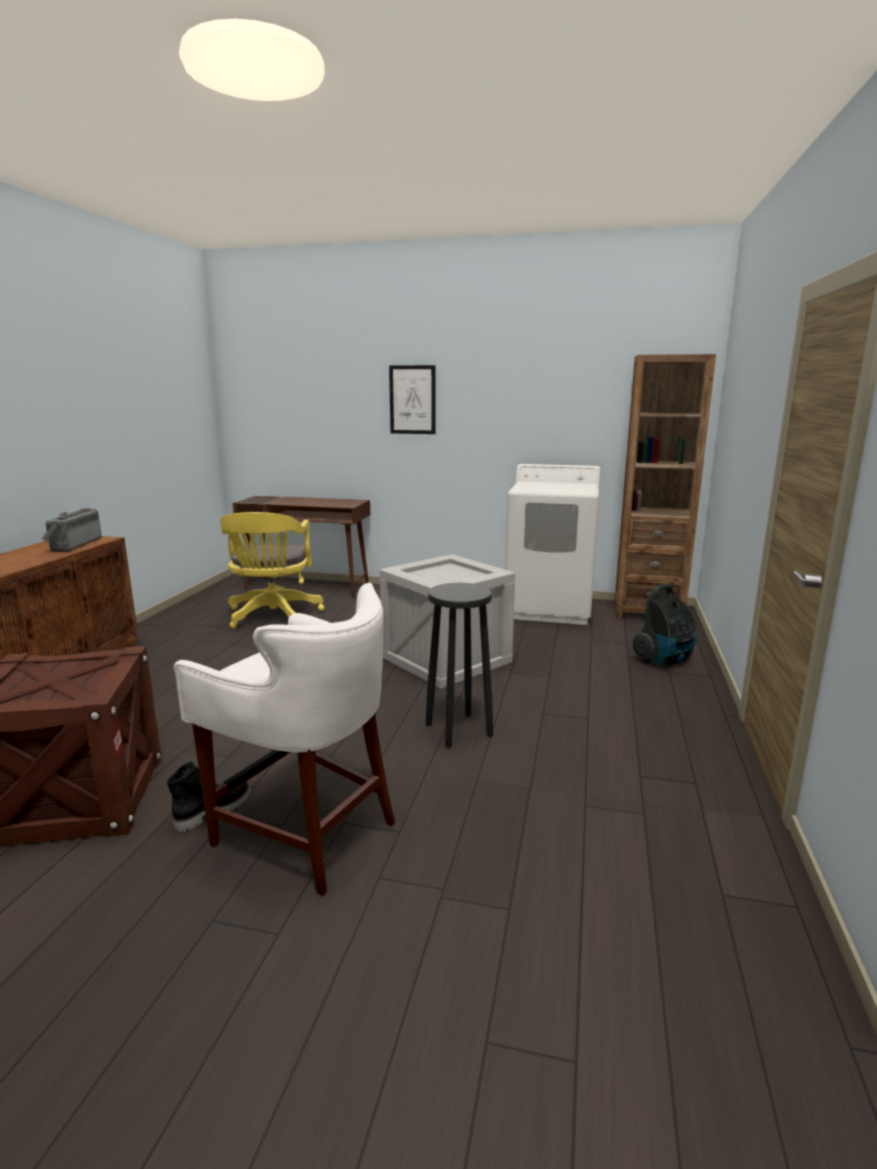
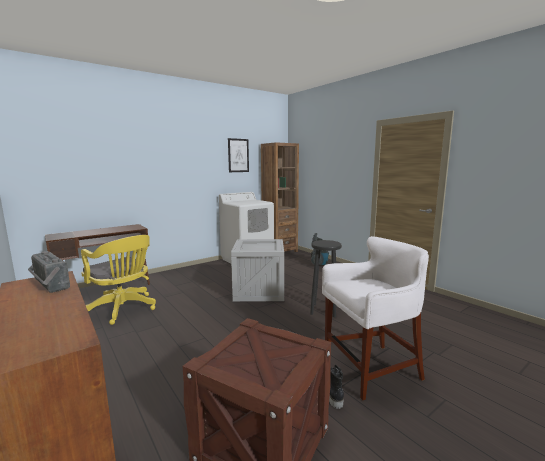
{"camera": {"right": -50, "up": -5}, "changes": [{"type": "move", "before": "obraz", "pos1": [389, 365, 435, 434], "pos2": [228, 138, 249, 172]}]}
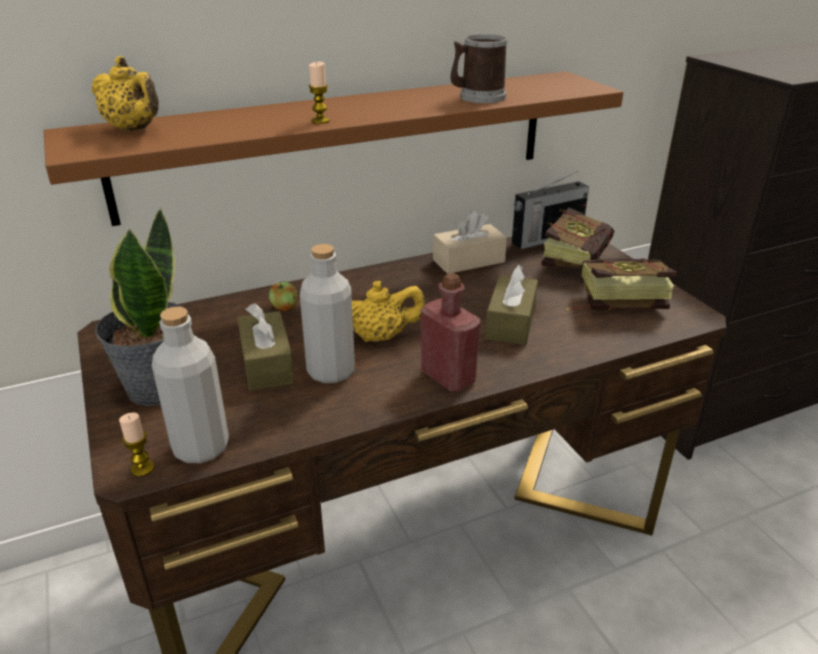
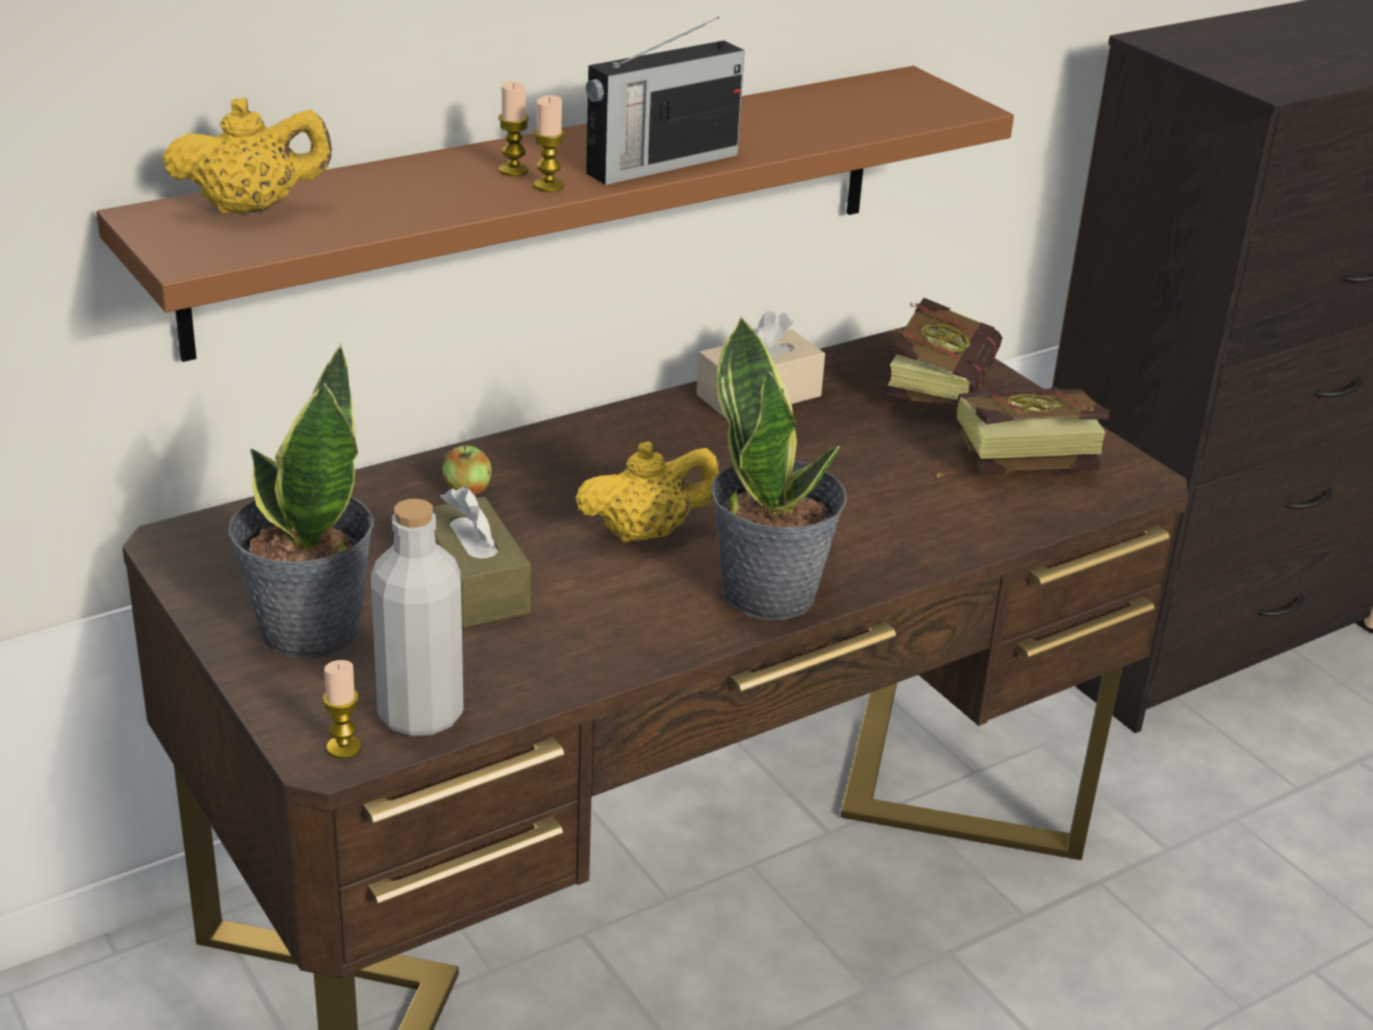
{"camera": {"right": -10, "up": 0}, "changes": [{"type": "delete", "before": "butelka (szary)", "pos1": [300, 244, 355, 384]}, {"type": "delete", "before": "kubek", "pos1": [451, 34, 507, 103]}, {"type": "delete", "before": "pudełko chusteczek (brązowy)", "pos1": [485, 265, 538, 345]}, {"type": "insert", "after": "świeca", "pos2": [498, 81, 529, 176]}, {"type": "move", "before": "radio", "pos1": [512, 171, 589, 249], "pos2": [586, 17, 745, 185]}, {"type": "replace", "before": "butelka (czerwony)", "after": "roślina doniczkowa", "pos1": [421, 273, 480, 392], "pos2": [711, 315, 847, 620]}, {"type": "rotate", "before": "imbryk (żółty)", "pos1": [92, 56, 159, 131], "pos2": [162, 98, 332, 215], "turn": -45}]}
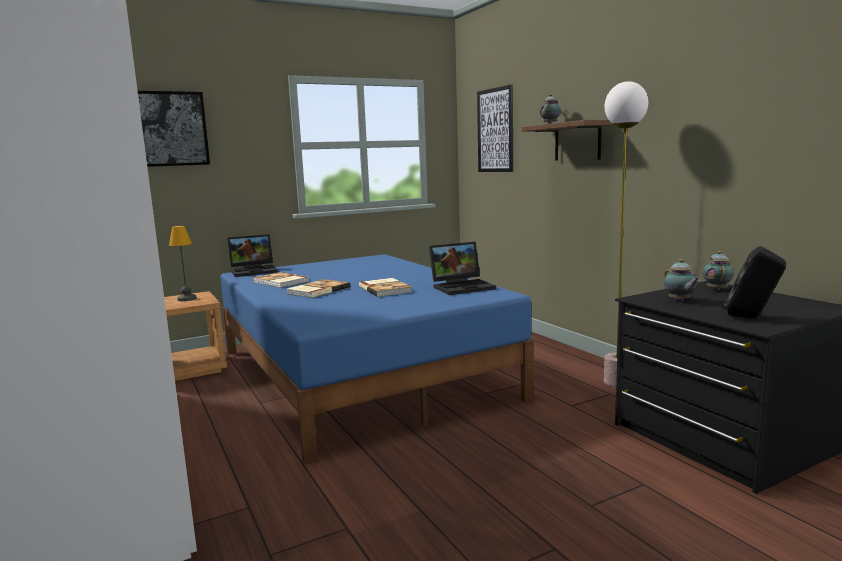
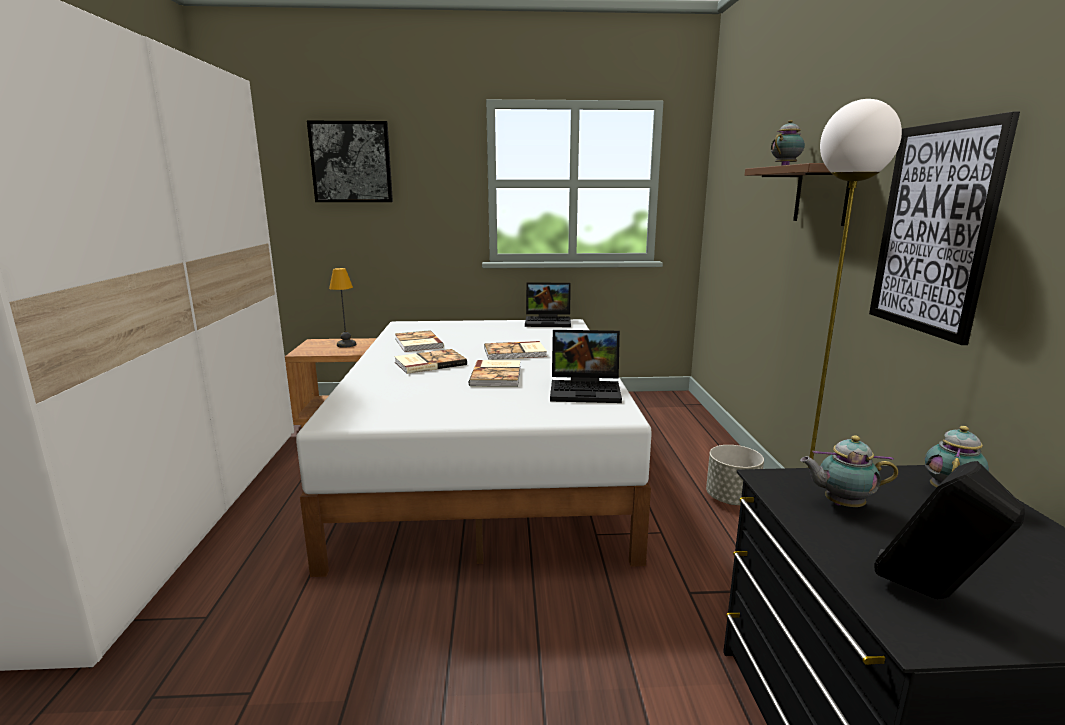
{"camera": {"right": 25, "up": 5}, "changes": [{"type": "insert", "after": "książka", "pos2": [484, 341, 547, 360]}, {"type": "insert", "after": "donica (szary)", "pos2": [706, 445, 764, 505]}, {"type": "move", "before": "laptop", "pos1": [227, 234, 278, 277], "pos2": [525, 282, 571, 327]}, {"type": "move", "before": "obraz", "pos1": [477, 84, 513, 172], "pos2": [869, 112, 1020, 345]}, {"type": "recolor", "before": "łóżko (niebieski)", "after": "łóżko (biały)", "pos1": [221, 254, 534, 465], "pos2": [296, 319, 652, 577]}, {"type": "rotate", "before": "imbryk", "pos1": [664, 259, 700, 301], "pos2": [800, 435, 898, 507], "turn": 90}]}
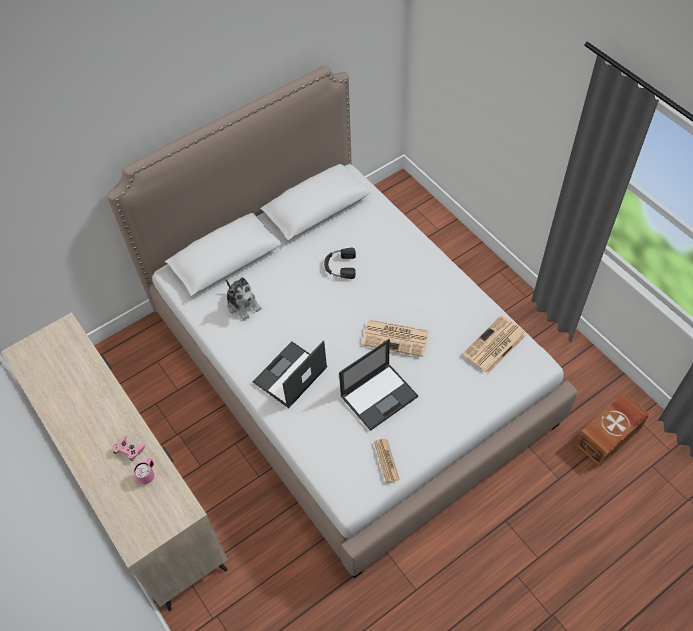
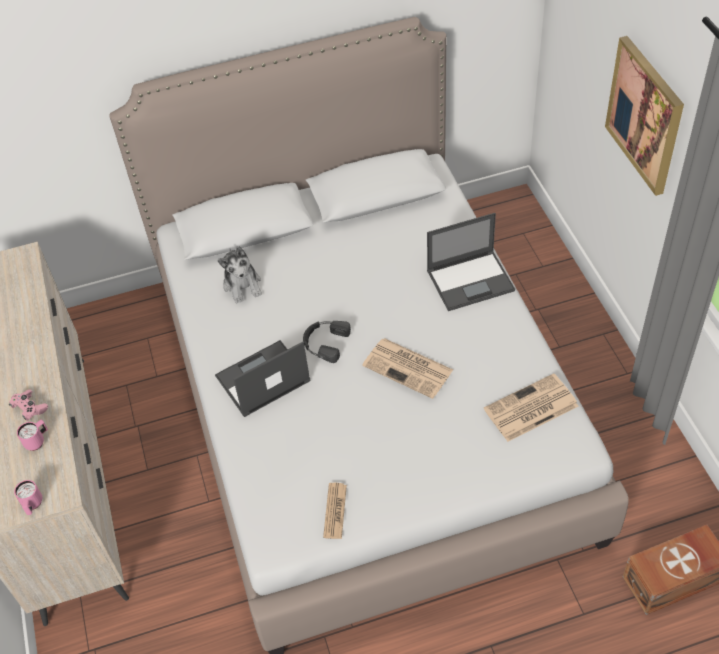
{"camera": {"right": 20, "up": -5}, "changes": [{"type": "insert", "after": "kubek (różowy)", "pos2": [14, 480, 42, 515]}, {"type": "insert", "after": "obraz", "pos2": [605, 36, 684, 196]}, {"type": "move", "before": "słuchawki (czarny)", "pos1": [324, 248, 356, 279], "pos2": [303, 321, 351, 363]}, {"type": "move", "before": "laptop", "pos1": [339, 339, 418, 431], "pos2": [427, 213, 515, 311]}]}
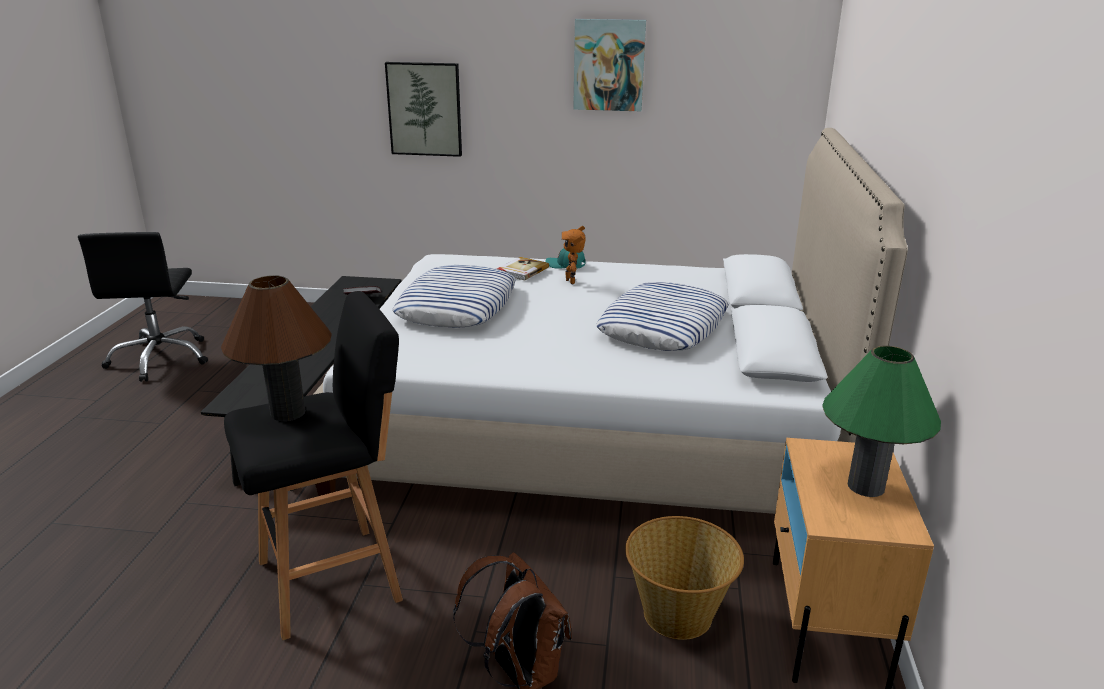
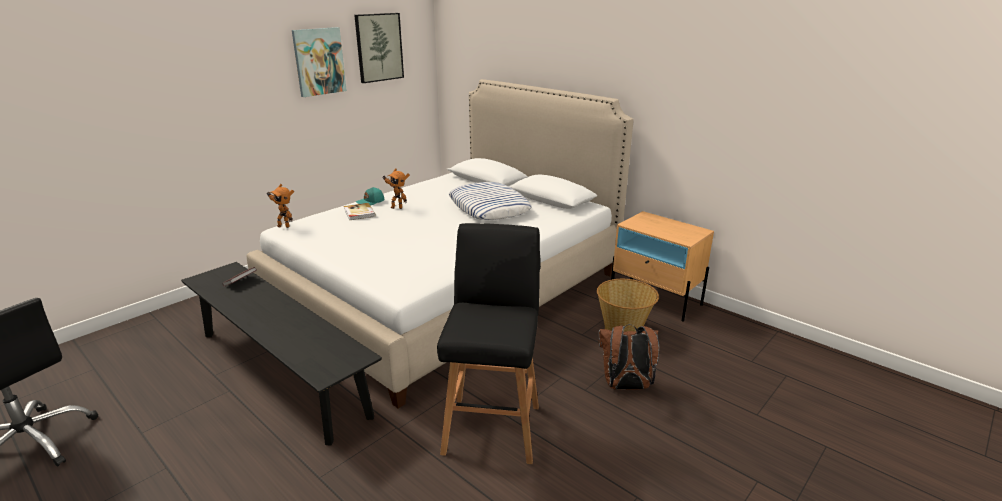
{"camera": {"right": -55, "up": 0}, "changes": [{"type": "delete", "before": "lampa stołowa (brązowy)", "pos1": [221, 275, 332, 421]}, {"type": "delete", "before": "poduszka", "pos1": [392, 265, 516, 328]}, {"type": "delete", "before": "lampa stołowa (zielony)", "pos1": [822, 346, 941, 497]}, {"type": "insert", "after": "robot zabawkowy", "pos2": [268, 184, 294, 228]}, {"type": "move", "before": "obraz", "pos1": [385, 62, 462, 157], "pos2": [354, 13, 404, 83]}]}
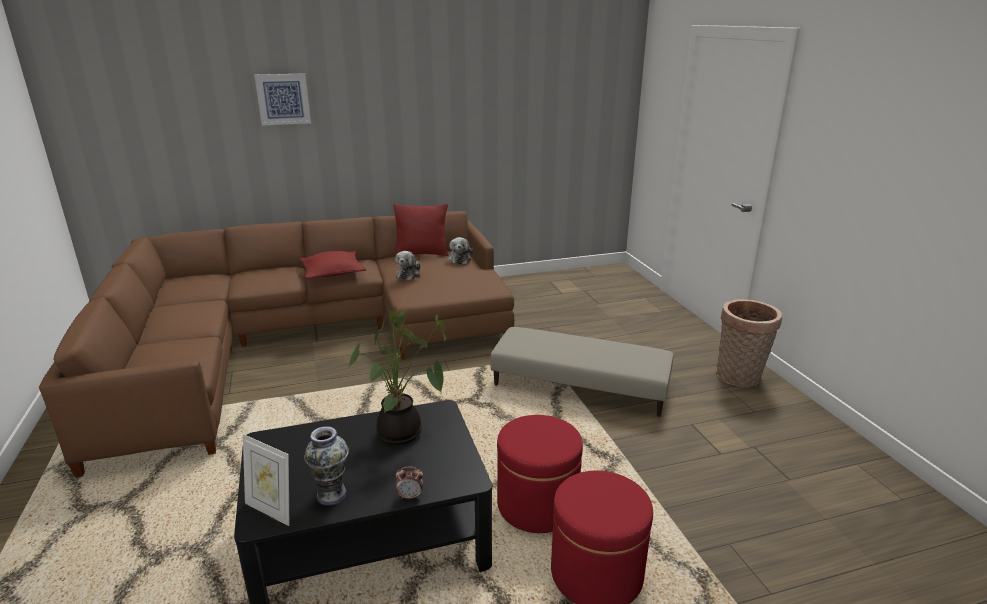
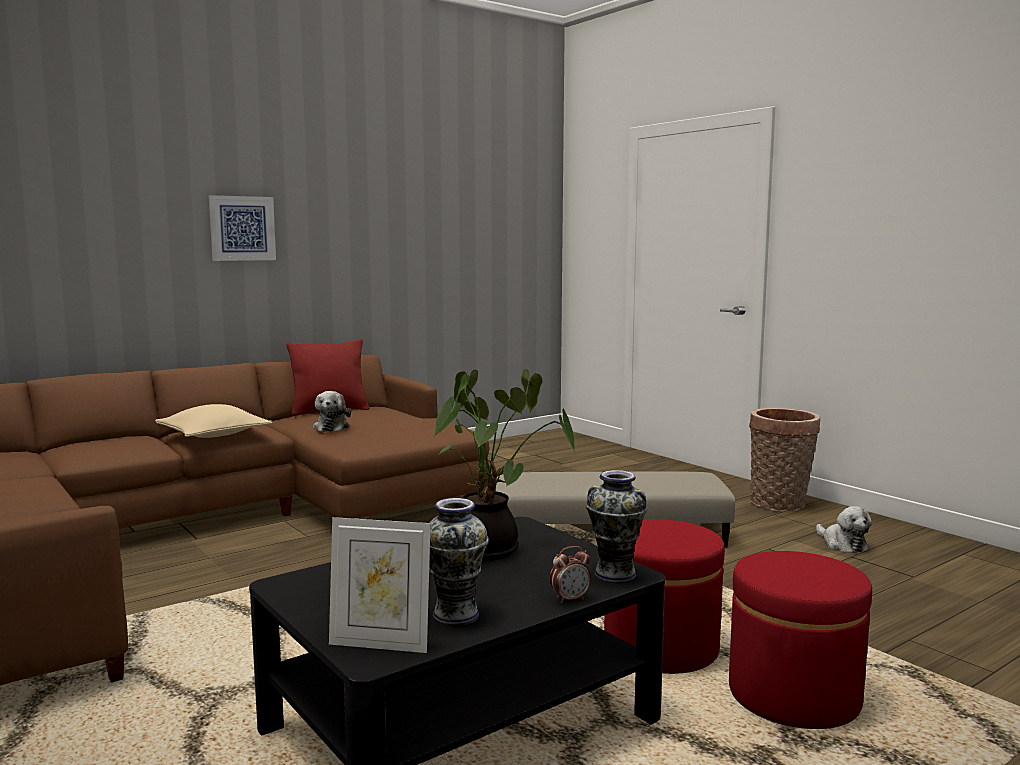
{"camera": {"right": -20, "up": -15}, "changes": [{"type": "insert", "after": "wazon", "pos2": [586, 470, 647, 583]}, {"type": "move", "before": "obraz", "pos1": [254, 73, 311, 126], "pos2": [209, 195, 276, 261]}, {"type": "move", "before": "pluszak", "pos1": [448, 237, 473, 264], "pos2": [816, 506, 872, 553]}, {"type": "recolor", "before": "poduszka (czerwony)", "after": "poduszka (beżowy)", "pos1": [299, 251, 366, 279], "pos2": [155, 404, 272, 438]}]}
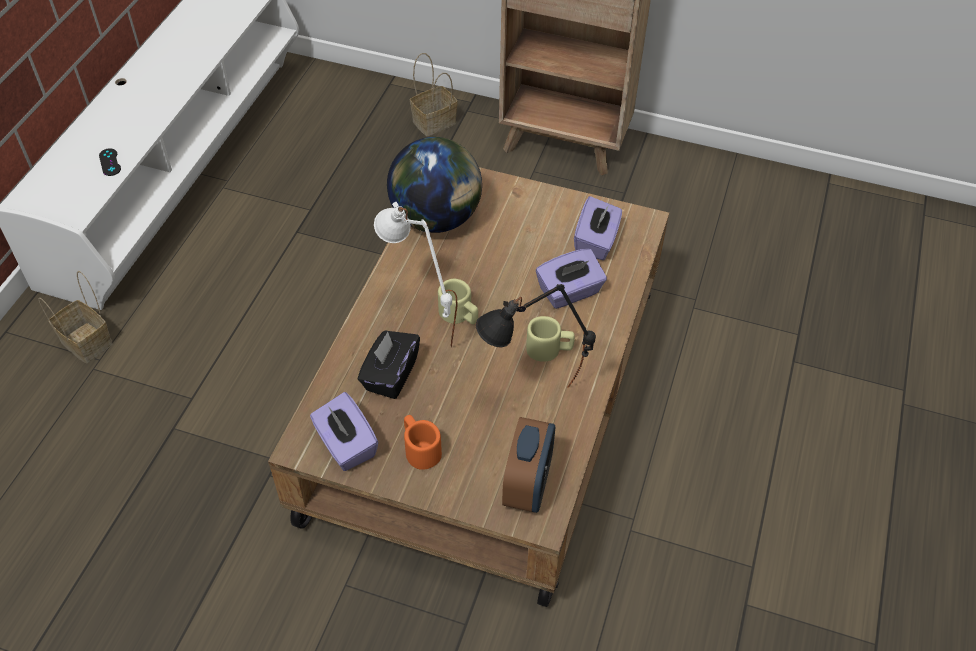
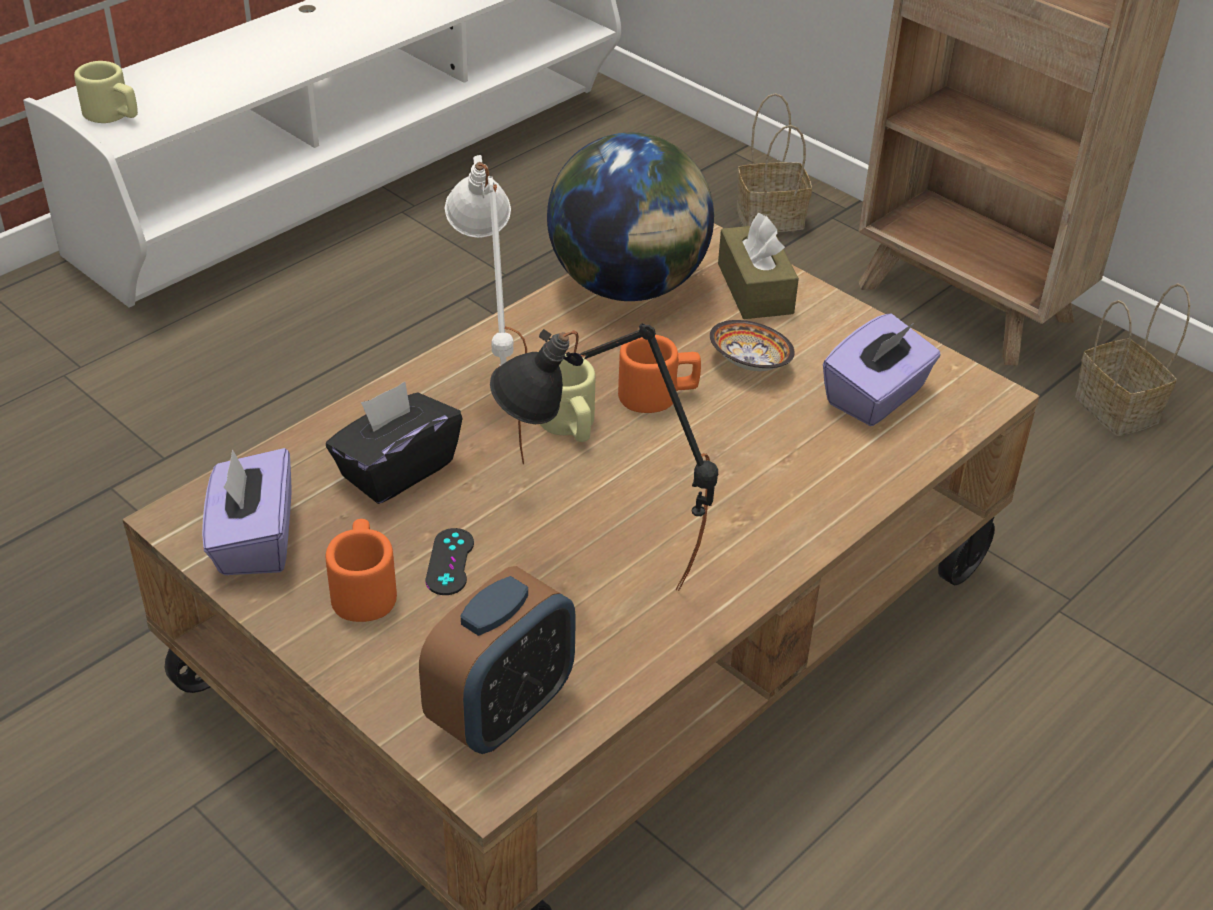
{"camera": {"right": 25, "up": -10}, "changes": [{"type": "delete", "before": "pudełko chusteczek (fioletowy)", "pos1": [536, 249, 607, 309]}, {"type": "insert", "after": "kubek (pomarańczowy)", "pos2": [618, 335, 701, 413]}, {"type": "insert", "after": "miska", "pos2": [710, 320, 795, 371]}, {"type": "insert", "after": "pudełko chusteczek (brązowy)", "pos2": [718, 213, 799, 319]}, {"type": "move", "before": "koszyk", "pos1": [38, 271, 113, 363], "pos2": [1075, 283, 1190, 436]}, {"type": "move", "before": "pad do gier (czarny)", "pos1": [99, 148, 121, 176], "pos2": [426, 528, 474, 595]}, {"type": "move", "before": "kubek (beżowy)", "pos1": [526, 316, 575, 362], "pos2": [74, 61, 138, 123]}]}
